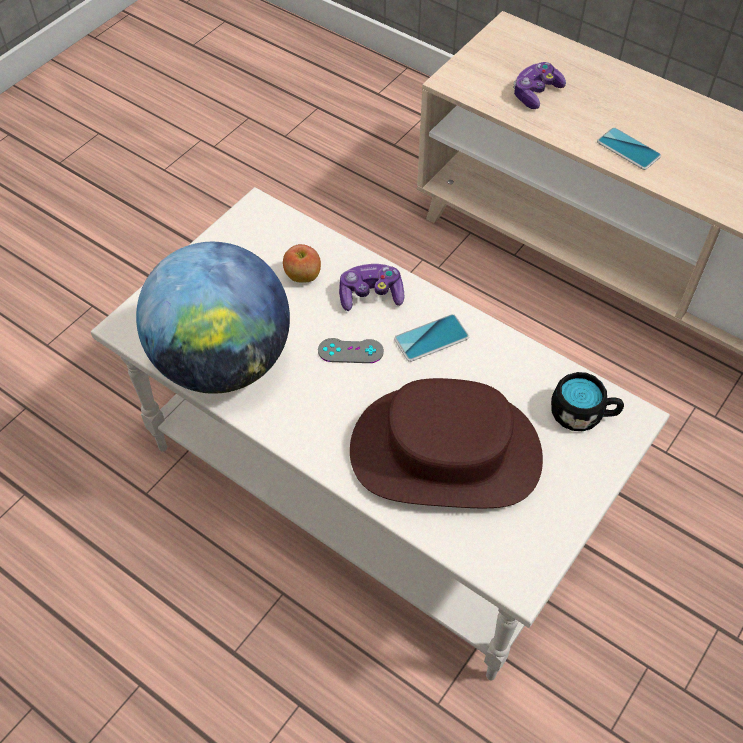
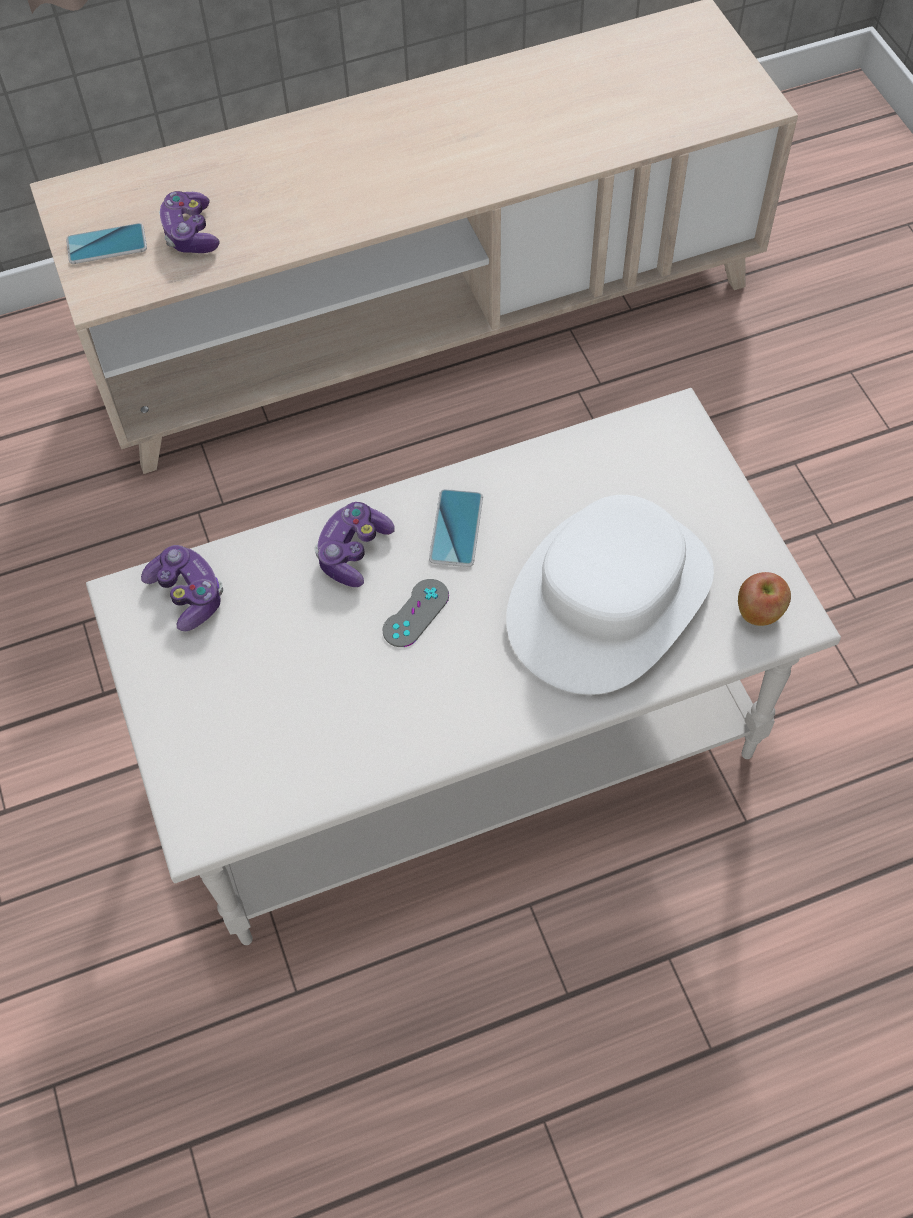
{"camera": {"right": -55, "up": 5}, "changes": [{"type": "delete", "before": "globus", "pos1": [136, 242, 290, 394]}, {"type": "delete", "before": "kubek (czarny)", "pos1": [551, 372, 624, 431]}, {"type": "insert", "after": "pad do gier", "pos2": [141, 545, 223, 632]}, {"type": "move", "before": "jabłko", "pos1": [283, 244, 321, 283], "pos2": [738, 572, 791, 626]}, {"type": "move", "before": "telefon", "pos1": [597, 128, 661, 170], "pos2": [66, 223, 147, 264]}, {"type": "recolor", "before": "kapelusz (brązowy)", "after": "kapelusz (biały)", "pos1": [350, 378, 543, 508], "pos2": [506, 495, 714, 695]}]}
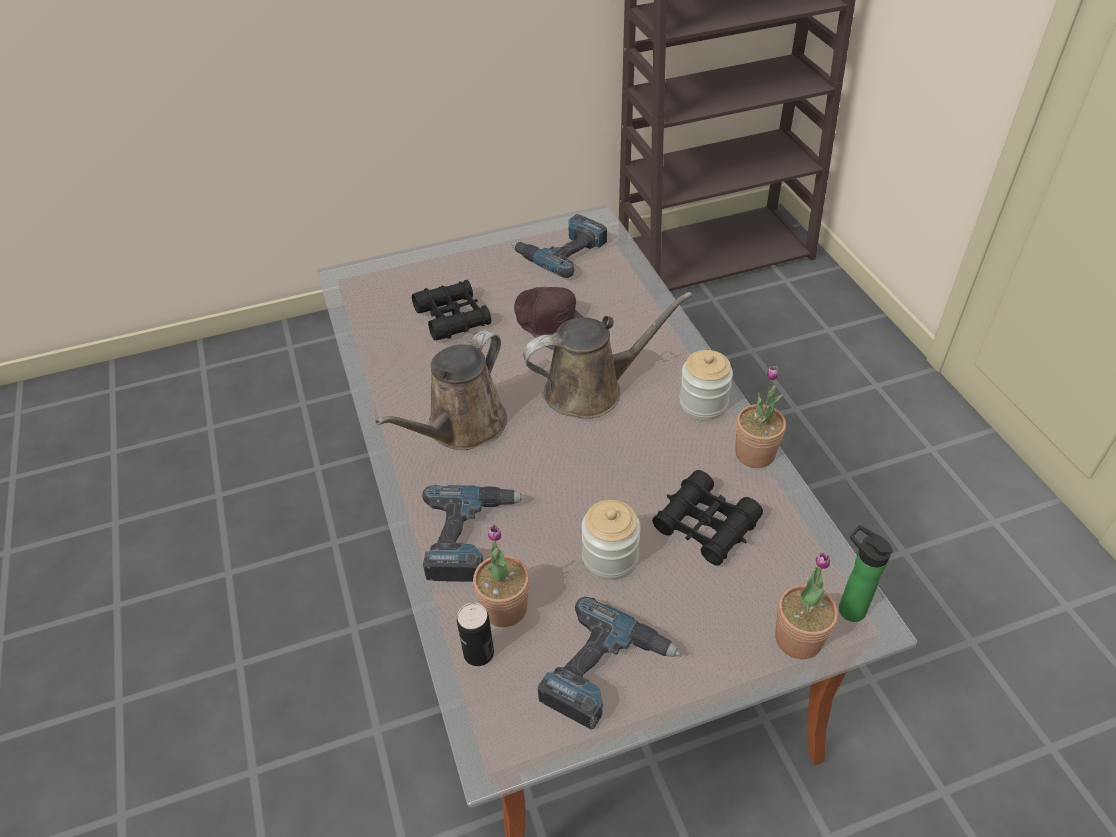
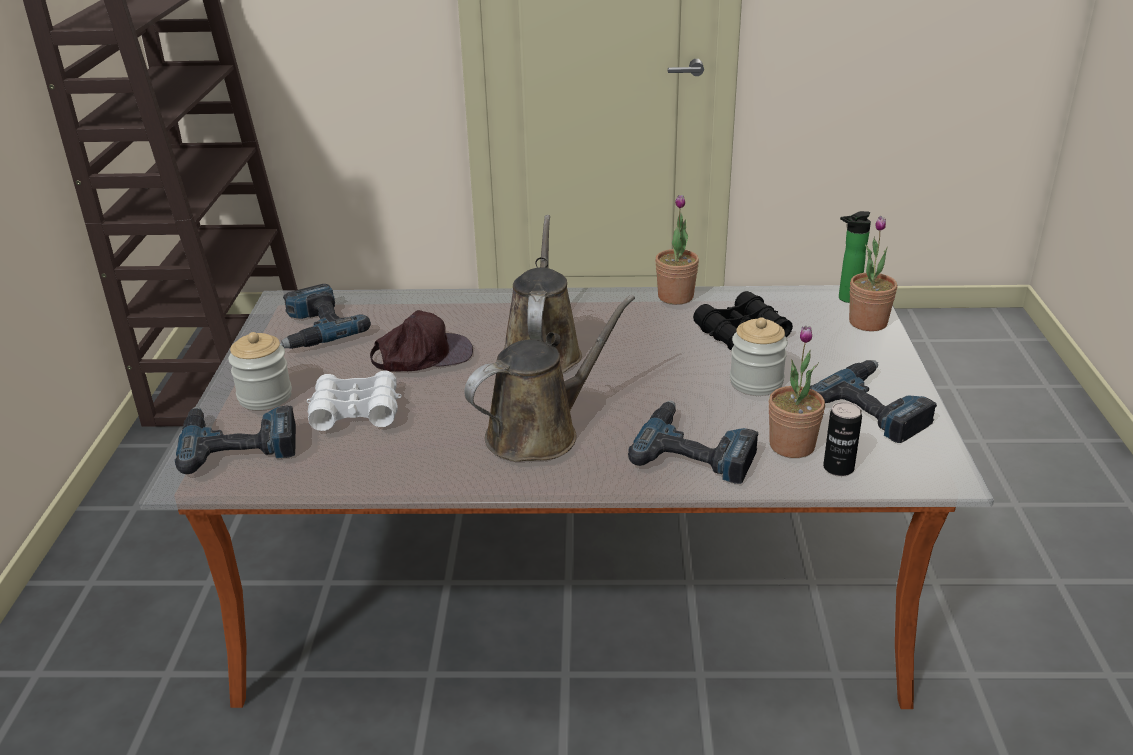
{"camera": {"right": -70, "up": -15}, "changes": [{"type": "insert", "after": "wiertarka", "pos2": [174, 406, 296, 474]}, {"type": "move", "before": "słoik", "pos1": [679, 350, 733, 420], "pos2": [228, 332, 292, 410]}, {"type": "recolor", "before": "lornetka (czarny)", "after": "lornetka (biały)", "pos1": [412, 280, 491, 340], "pos2": [307, 371, 402, 431]}, {"type": "rotate", "before": "konewka (brązowy)", "pos1": [375, 330, 507, 450], "pos2": [464, 295, 635, 462], "turn": -90}]}
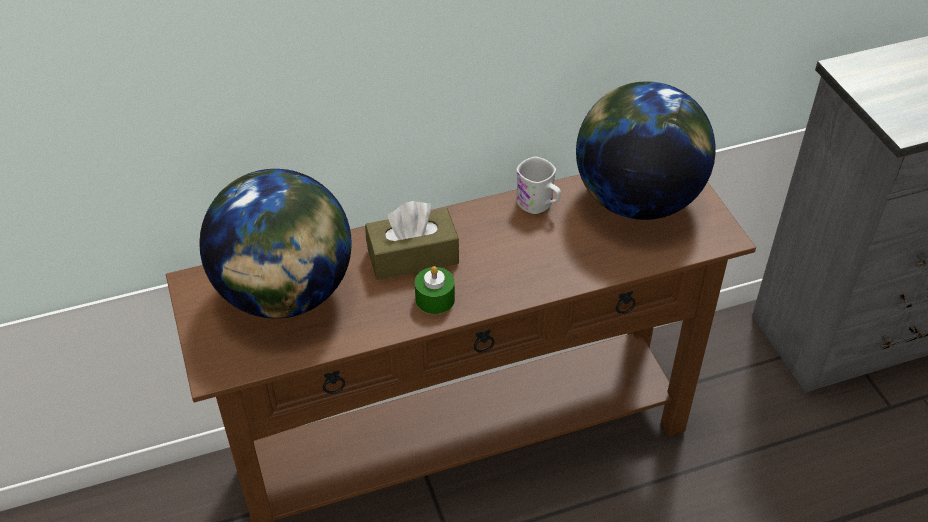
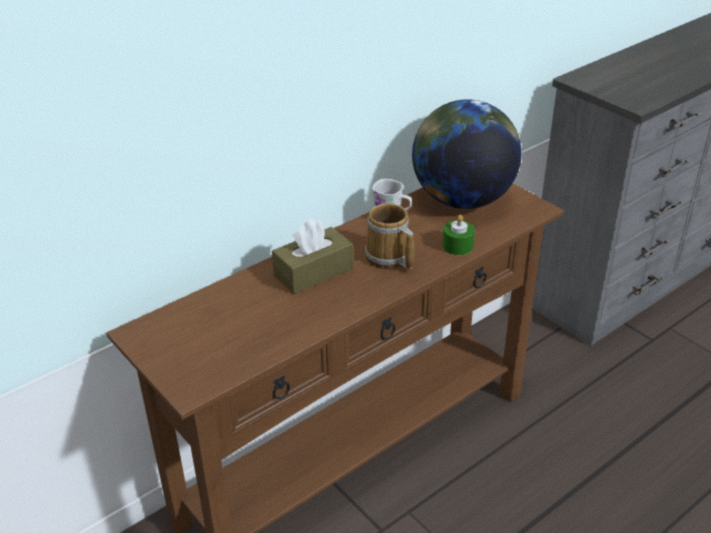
{"camera": {"right": -20, "up": -10}, "changes": [{"type": "delete", "before": "globus", "pos1": [199, 169, 352, 319]}, {"type": "insert", "after": "kubek", "pos2": [365, 203, 414, 269]}, {"type": "move", "before": "świeca (zielony)", "pos1": [415, 266, 455, 314], "pos2": [442, 215, 475, 255]}]}
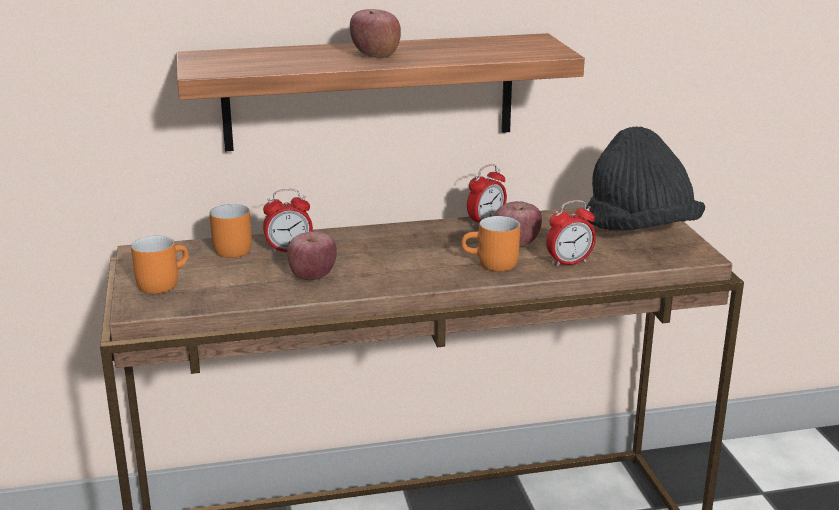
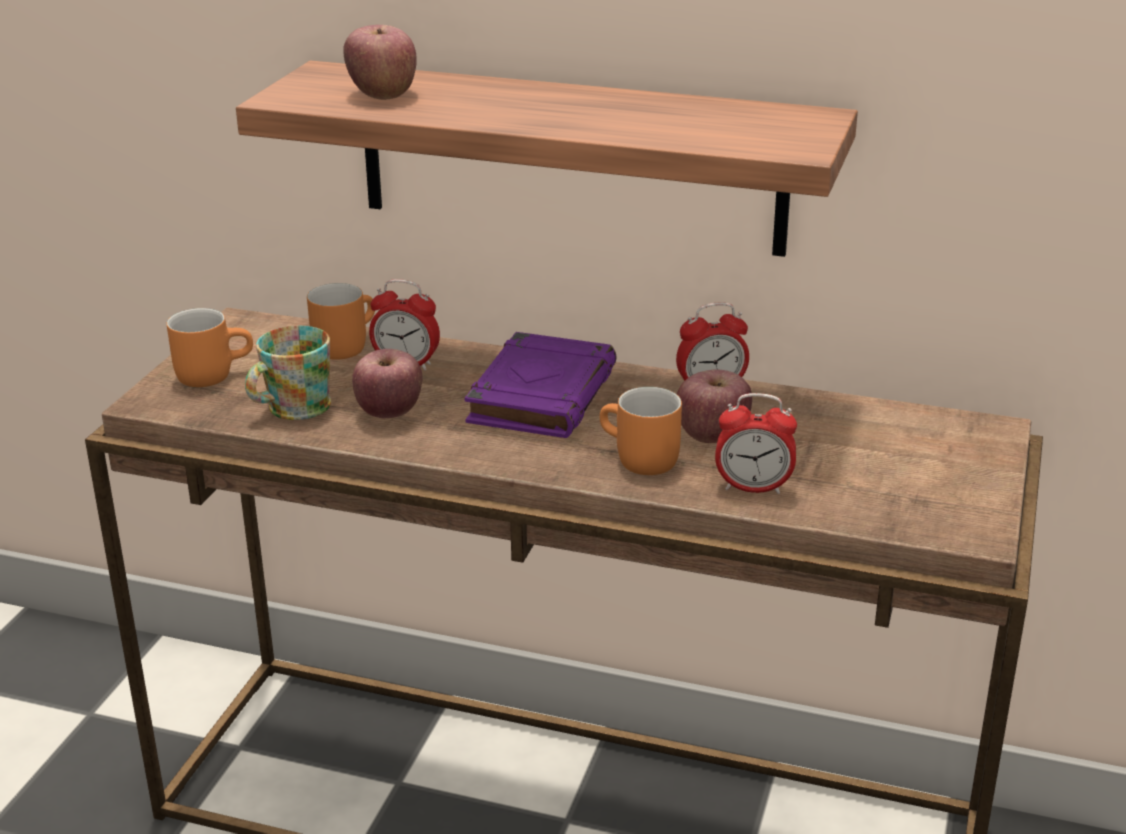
{"camera": {"right": 30, "up": 5}, "changes": [{"type": "delete", "before": "kapelusz (czarny)", "pos1": [586, 126, 705, 231]}, {"type": "insert", "after": "kubek", "pos2": [245, 326, 331, 420]}, {"type": "insert", "after": "książka (fioletowy)", "pos2": [465, 332, 617, 438]}, {"type": "move", "before": "jabłko", "pos1": [350, 9, 401, 58], "pos2": [343, 25, 417, 100]}]}
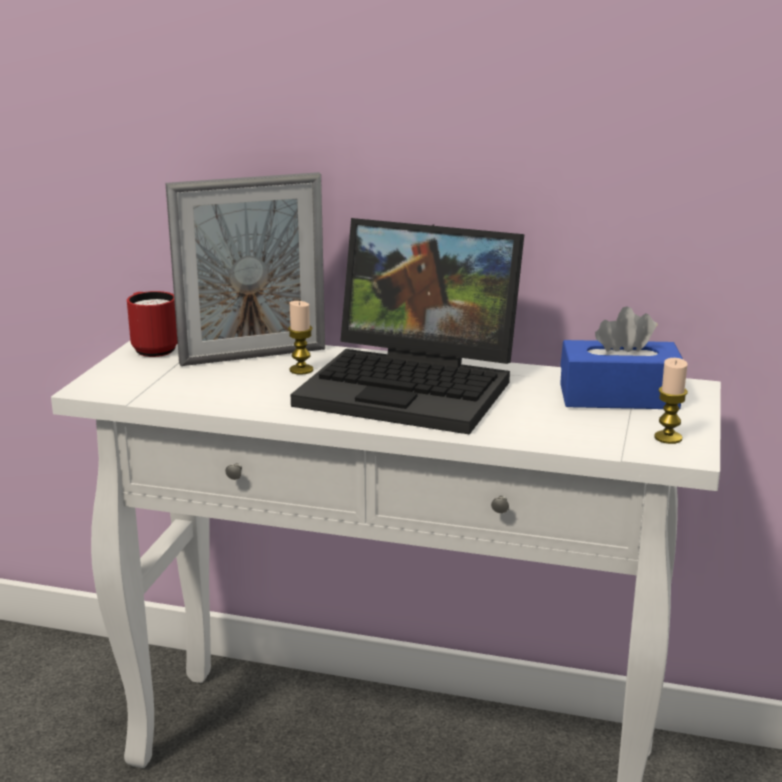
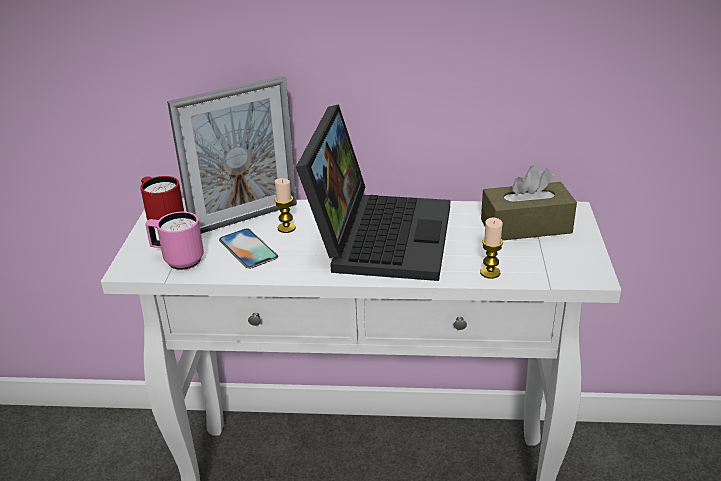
{"camera": {"right": -10, "up": 10}, "changes": [{"type": "insert", "after": "kubek (różowy)", "pos2": [145, 212, 204, 270]}, {"type": "insert", "after": "telefon", "pos2": [219, 228, 278, 269]}, {"type": "move", "before": "świeca", "pos1": [654, 358, 688, 444], "pos2": [480, 218, 503, 279]}, {"type": "recolor", "before": "pudełko chusteczek (niebieski)", "after": "pudełko chusteczek (brązowy)", "pos1": [560, 306, 683, 409], "pos2": [481, 165, 577, 240]}, {"type": "rotate", "before": "laptop", "pos1": [291, 218, 524, 435], "pos2": [296, 104, 450, 281], "turn": -90}]}
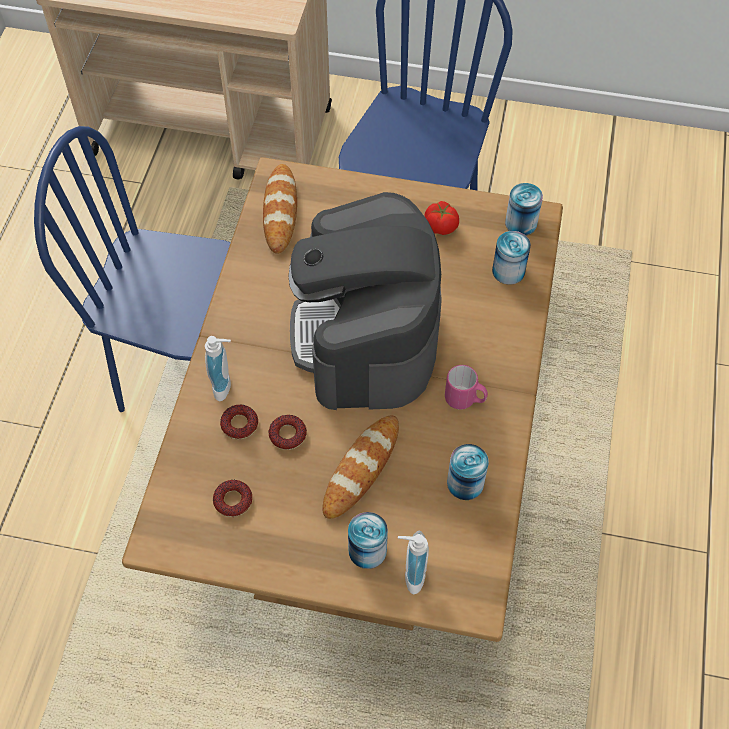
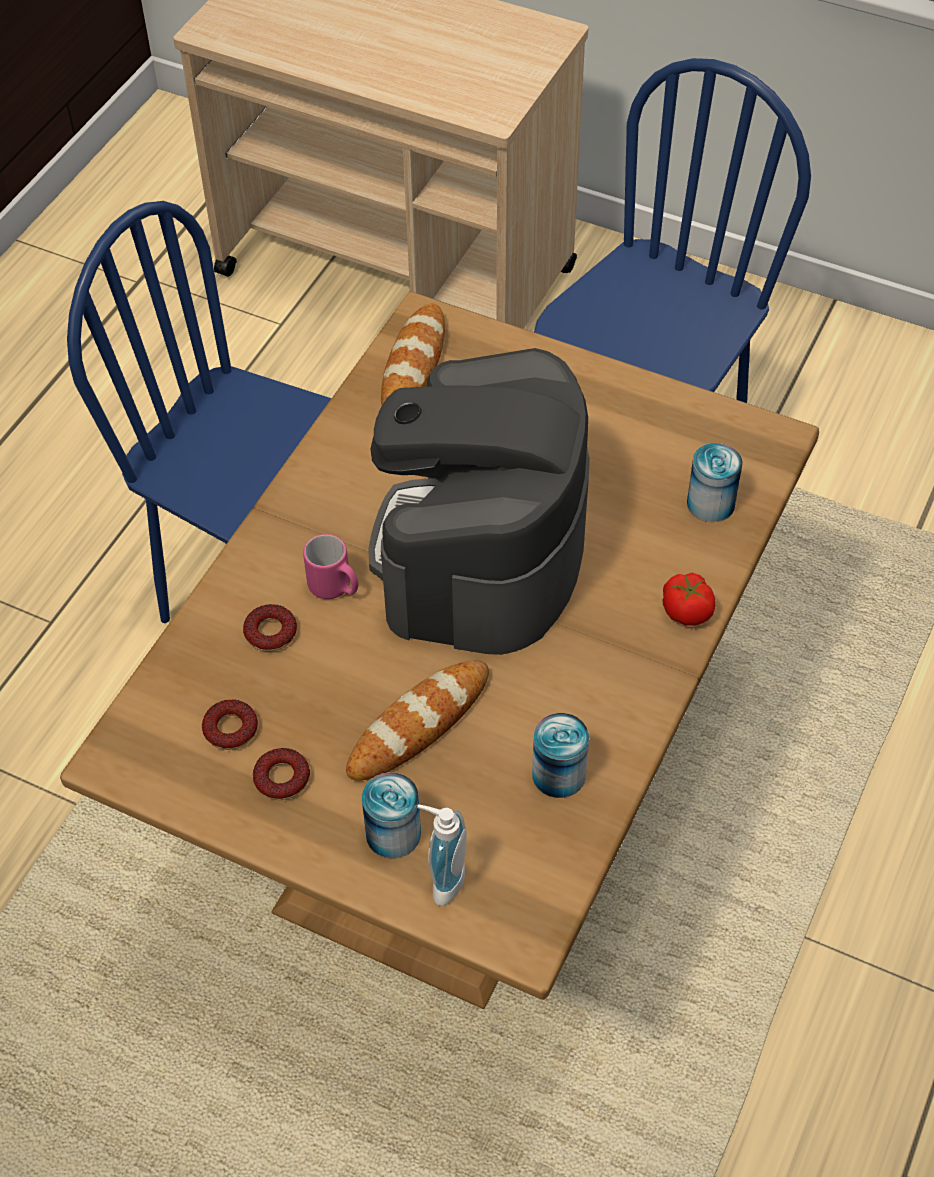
{"camera": {"right": 15, "up": -5}, "changes": [{"type": "delete", "before": "dozownik mydła", "pos1": [205, 336, 231, 401]}, {"type": "delete", "before": "puszka", "pos1": [505, 183, 543, 236]}, {"type": "move", "before": "donut", "pos1": [269, 415, 307, 450], "pos2": [253, 748, 310, 800]}, {"type": "move", "before": "pomidor", "pos1": [424, 201, 459, 235], "pos2": [663, 573, 716, 626]}, {"type": "move", "before": "kubek (różowy)", "pos1": [445, 365, 488, 409], "pos2": [303, 534, 358, 599]}]}
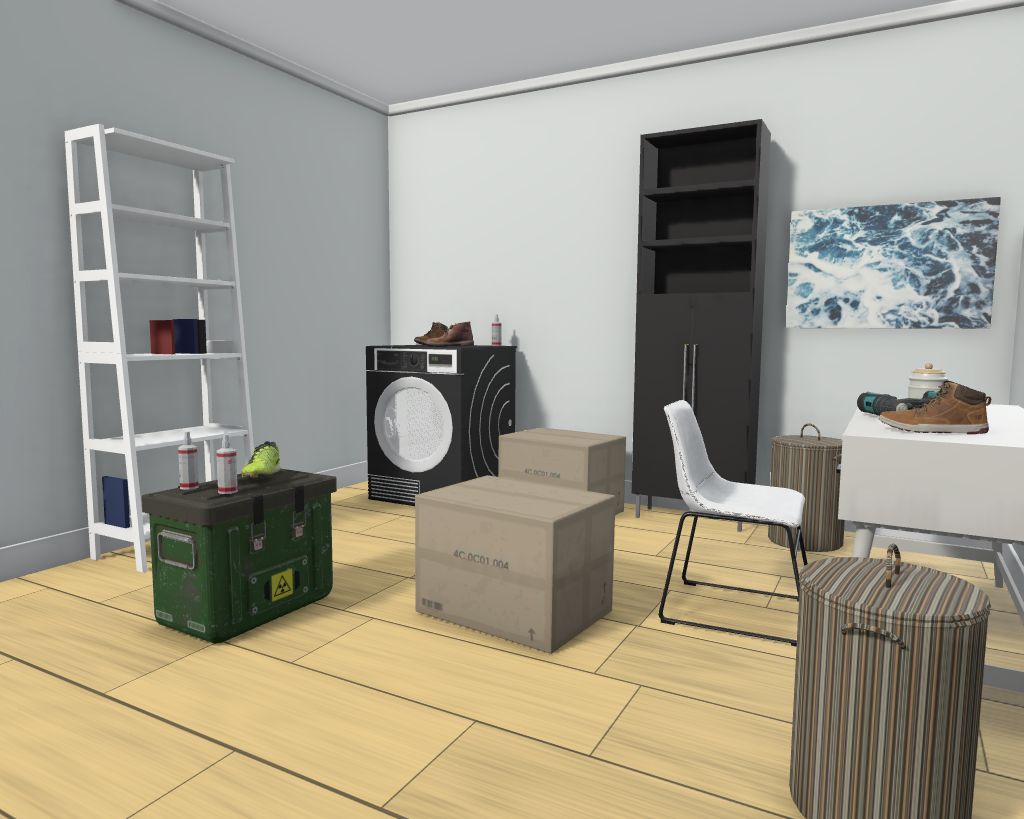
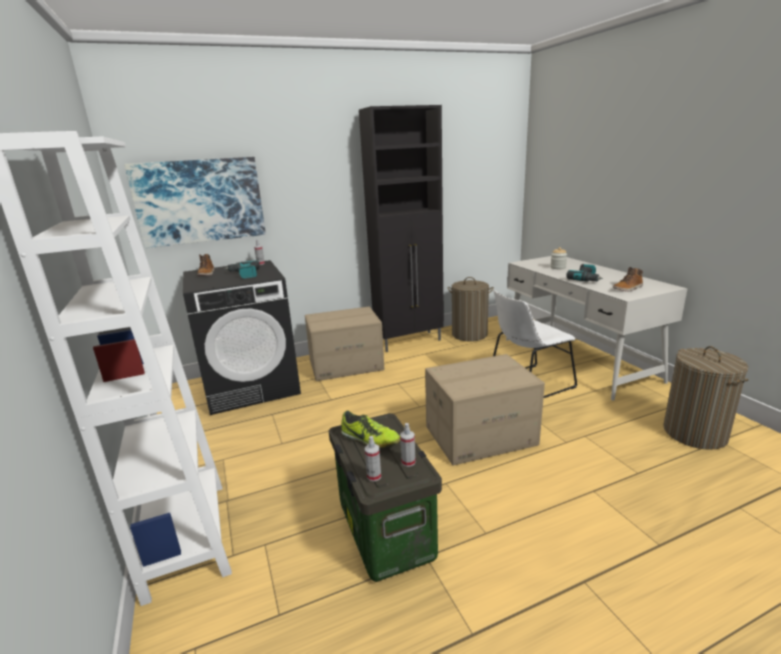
{"camera": {"right": -50, "up": 15}, "changes": [{"type": "move", "before": "obraz", "pos1": [786, 197, 1001, 329], "pos2": [124, 157, 266, 248]}, {"type": "replace", "before": "but z cholewką (brązowy)", "after": "wiertarka", "pos1": [425, 322, 474, 346], "pos2": [224, 260, 260, 279]}]}
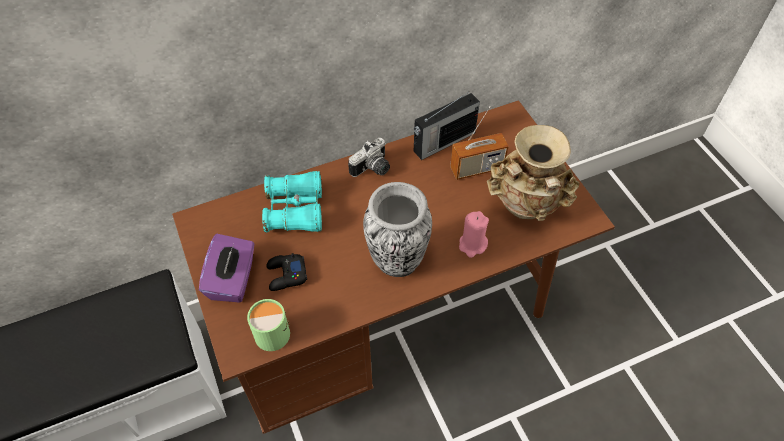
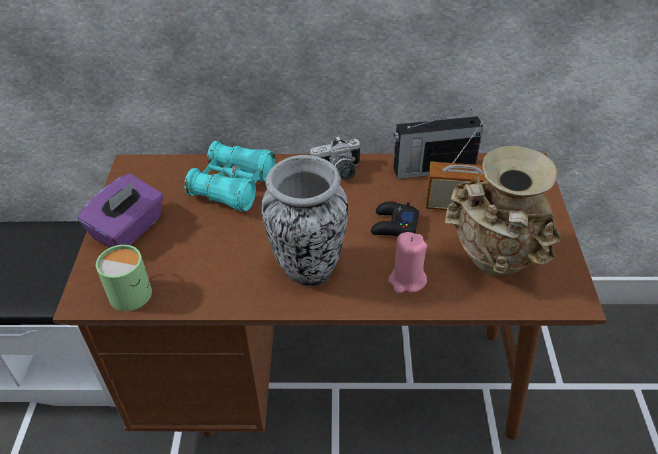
{"camera": {"right": 25, "up": -10}, "changes": [{"type": "move", "before": "pad do gier (czarny)", "pos1": [266, 253, 307, 291], "pos2": [371, 201, 419, 236]}]}
